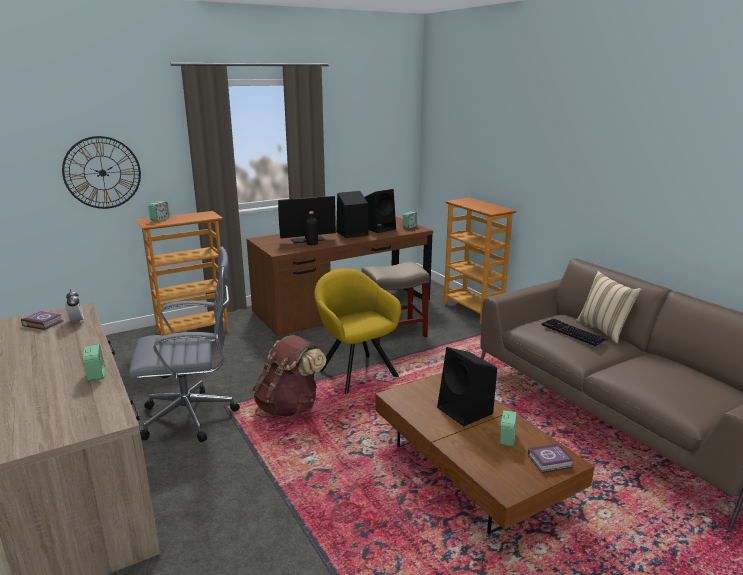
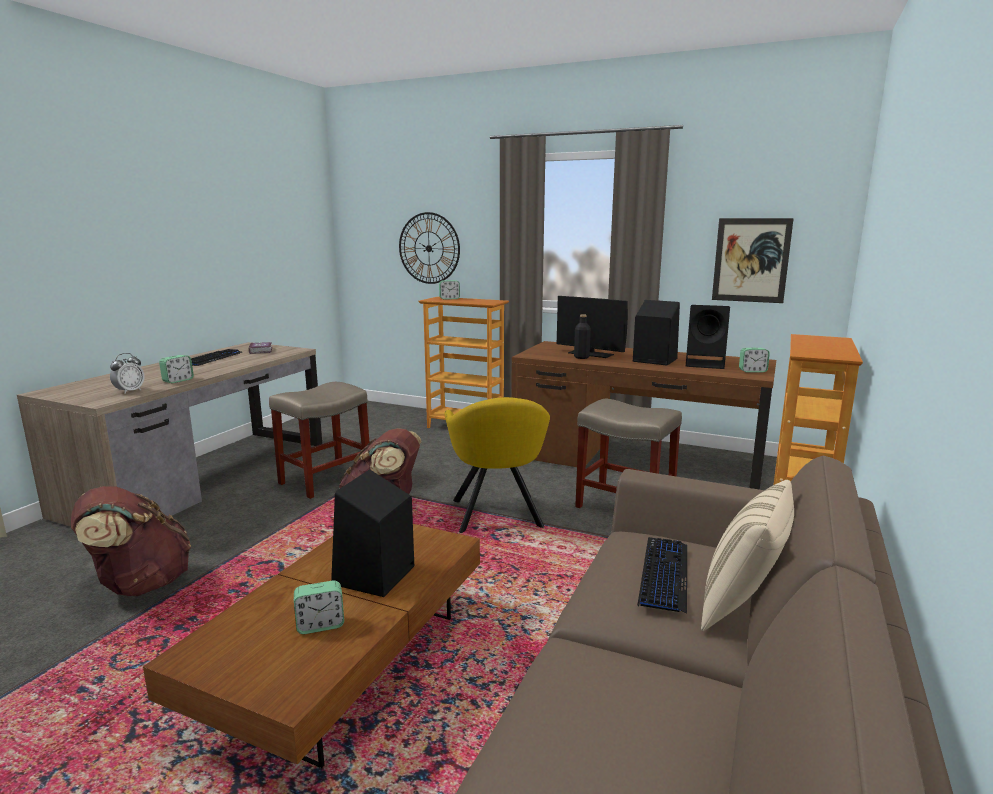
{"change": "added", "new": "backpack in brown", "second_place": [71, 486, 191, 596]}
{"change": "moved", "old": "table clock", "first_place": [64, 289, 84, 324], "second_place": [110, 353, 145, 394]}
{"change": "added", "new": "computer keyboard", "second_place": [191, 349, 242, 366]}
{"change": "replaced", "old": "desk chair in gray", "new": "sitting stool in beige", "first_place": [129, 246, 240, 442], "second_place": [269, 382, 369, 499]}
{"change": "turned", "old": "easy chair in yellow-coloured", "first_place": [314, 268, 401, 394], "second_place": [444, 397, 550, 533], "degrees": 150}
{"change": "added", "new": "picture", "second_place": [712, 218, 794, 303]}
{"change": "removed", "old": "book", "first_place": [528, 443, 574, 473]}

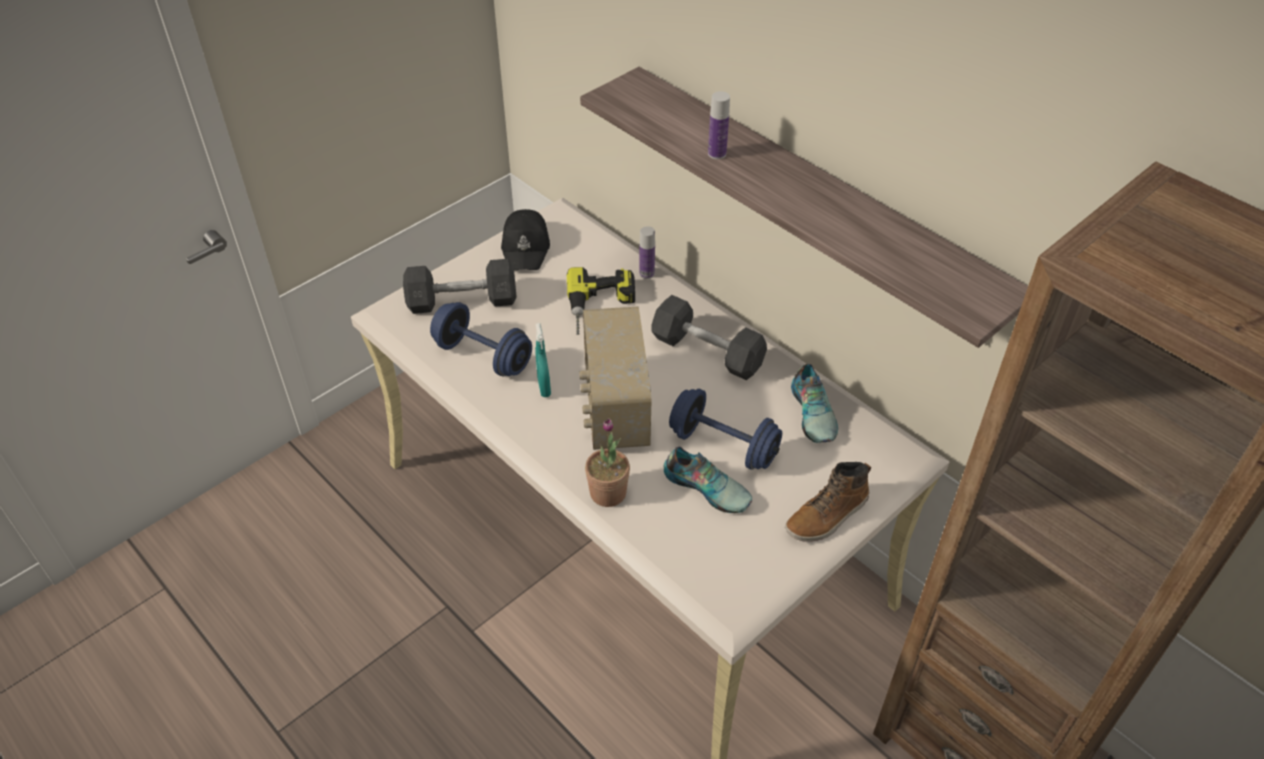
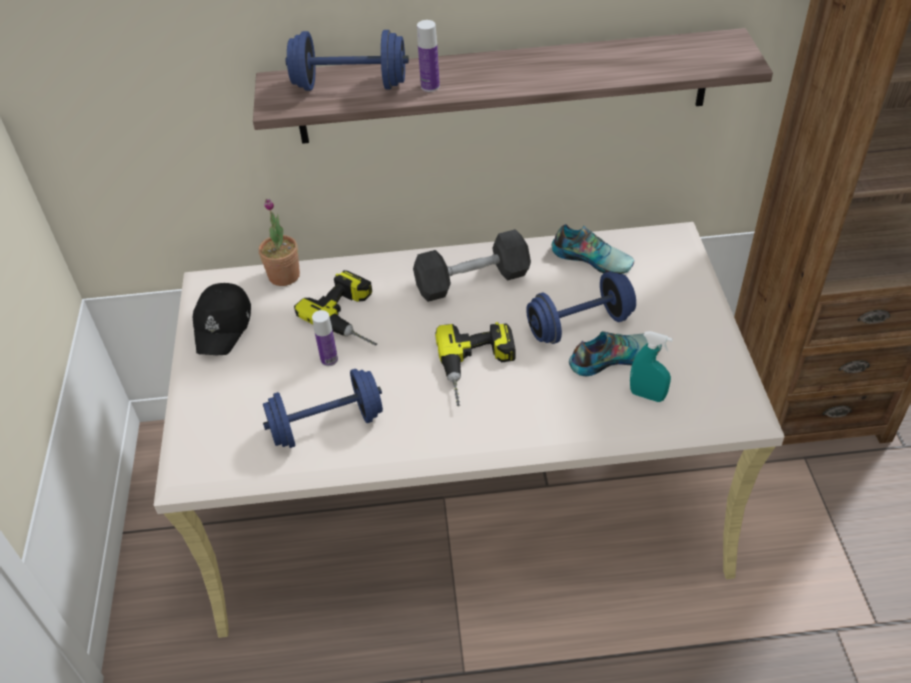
{"change": "turned", "old": "baseball cap in blackish", "first_place": [501, 209, 550, 270], "second_place": [193, 283, 251, 355], "degrees": 60}
{"change": "moved", "old": "potted plant", "first_place": [585, 418, 630, 507], "second_place": [259, 199, 300, 286]}
{"change": "added", "new": "free weight in blue-coloured", "second_place": [285, 30, 409, 91]}
{"change": "moved", "old": "beverage bottle", "first_place": [639, 226, 655, 279], "second_place": [312, 310, 338, 366]}
{"change": "replaced", "old": "radio", "new": "electric drill", "first_place": [579, 307, 651, 450], "second_place": [435, 322, 516, 406]}
{"change": "moved", "old": "spray bottle in turquoise-coloured", "first_place": [535, 323, 551, 397], "second_place": [630, 331, 673, 402]}
{"change": "removed", "old": "free weight in gray", "first_place": [403, 259, 517, 314]}
{"change": "removed", "old": "boot", "first_place": [785, 462, 871, 542]}

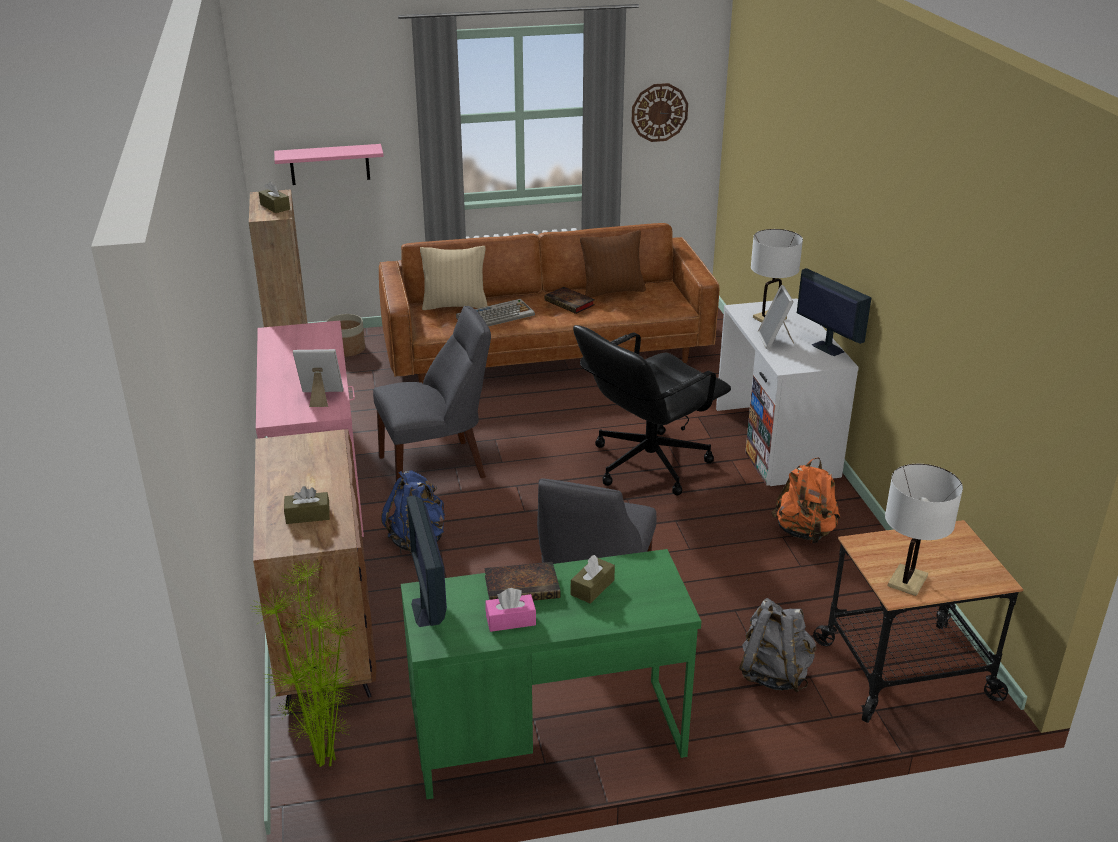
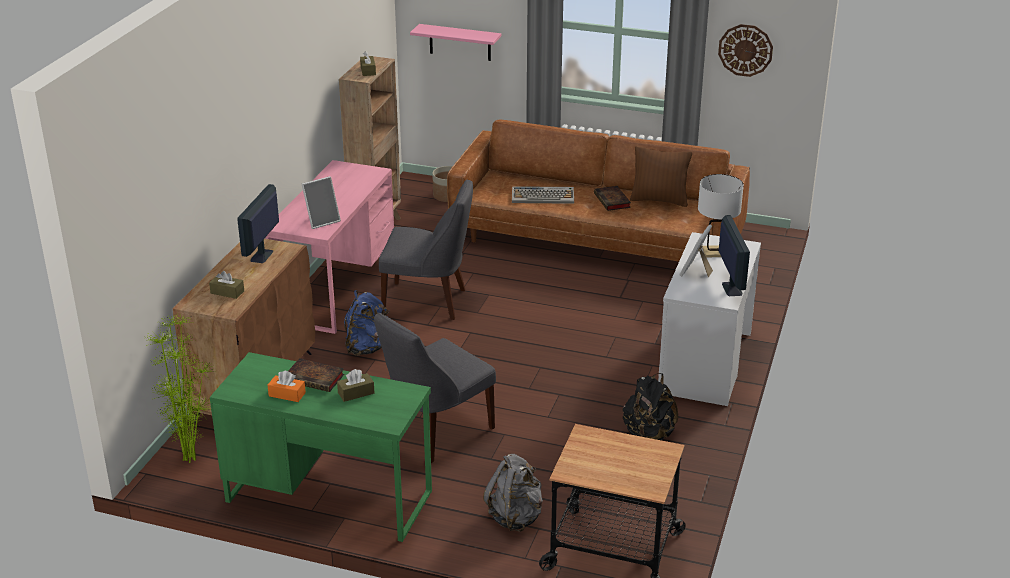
{"change": "moved", "old": "monitor", "first_place": [407, 496, 447, 627], "second_place": [237, 184, 279, 263]}
{"change": "recoloured", "old": "tissue holder in pink-coloured", "new": "tissue holder in orange-coloured", "first_place": [485, 588, 536, 632], "second_place": [268, 371, 306, 402]}
{"change": "turned", "old": "standing frame", "first_place": [293, 349, 344, 407], "second_place": [302, 176, 341, 229], "degrees": 120}
{"change": "recoloured", "old": "backpack in orange-coloured", "new": "backpack in blackish", "first_place": [772, 458, 840, 543], "second_place": [622, 373, 678, 440]}
{"change": "removed", "old": "pillow in beige", "first_place": [420, 246, 488, 310]}
{"change": "removed", "old": "desk chair in blackish", "first_place": [573, 325, 731, 496]}
{"change": "removed", "old": "lamp for a table in white", "first_place": [885, 464, 963, 596]}

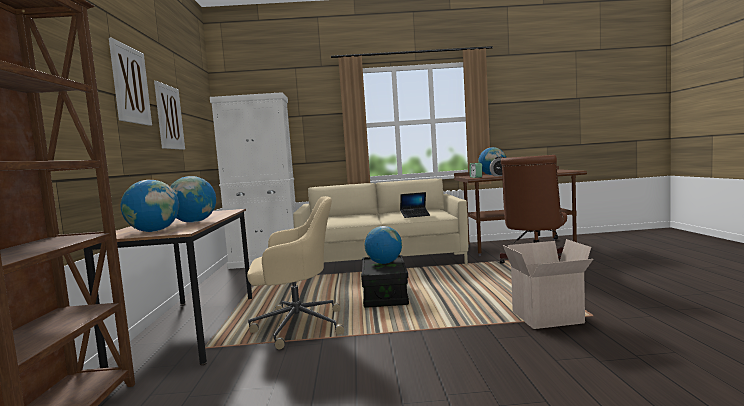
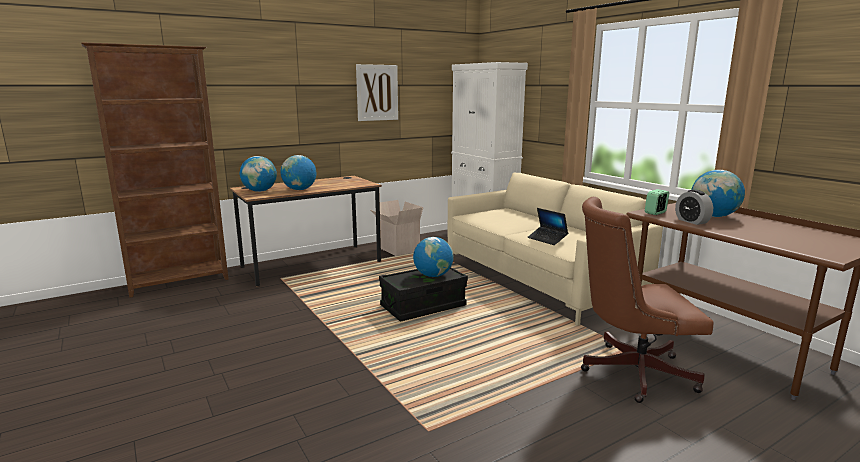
{"change": "moved", "old": "carton", "first_place": [503, 239, 593, 329], "second_place": [371, 200, 424, 256]}
{"change": "removed", "old": "picture", "first_place": [109, 38, 152, 126]}
{"change": "removed", "old": "desk chair in beige", "first_place": [247, 196, 344, 349]}

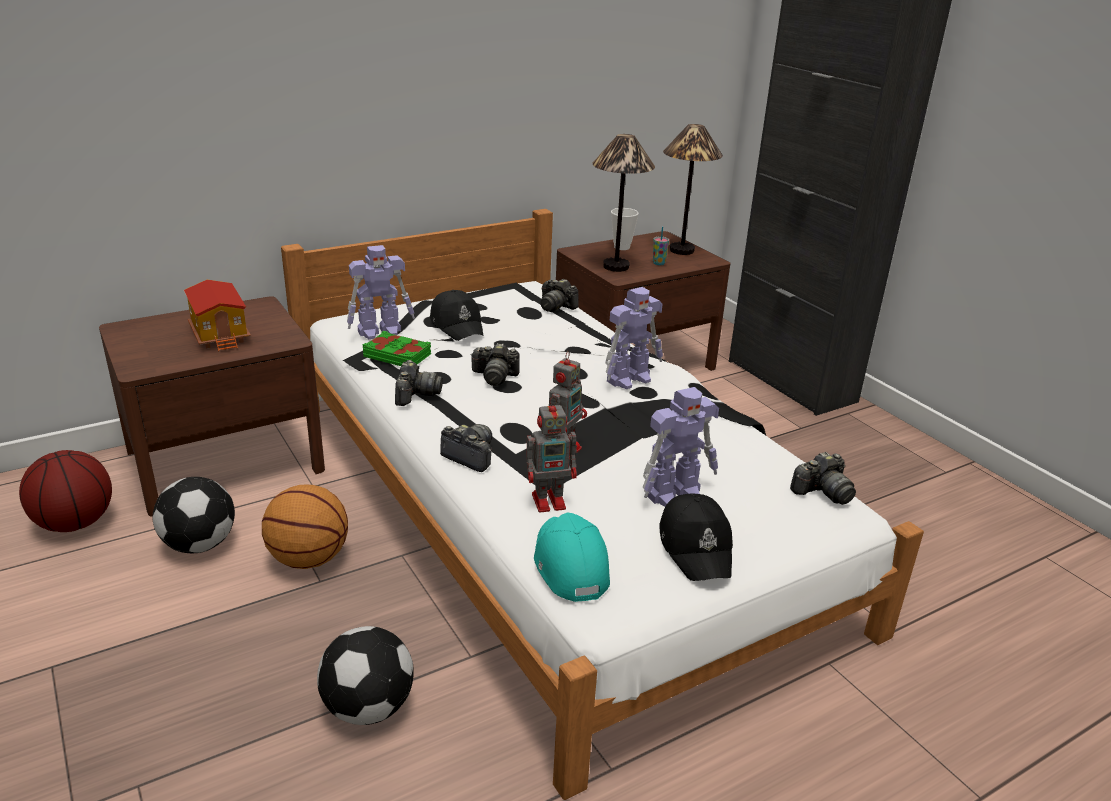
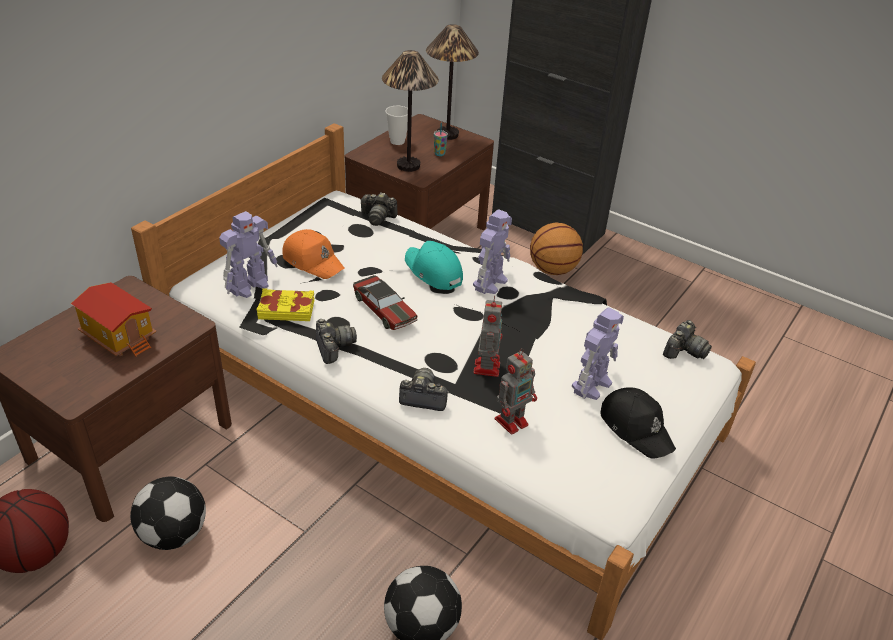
{"change": "recoloured", "old": "book in greenish", "new": "book in yellow-coloured", "first_place": [363, 331, 431, 366], "second_place": [256, 288, 314, 321]}
{"change": "recoloured", "old": "baseball cap in blackish", "new": "baseball cap in orange-coloured", "first_place": [430, 290, 484, 341], "second_place": [282, 229, 345, 279]}
{"change": "replaced", "old": "photo camera", "new": "miniature car", "first_place": [470, 343, 520, 386], "second_place": [353, 275, 418, 330]}
{"change": "moved", "old": "baseball cap in turquoise-coloured", "first_place": [534, 513, 610, 602], "second_place": [405, 241, 463, 290]}
{"change": "moved", "old": "basketball", "first_place": [262, 485, 348, 569], "second_place": [530, 222, 583, 275]}

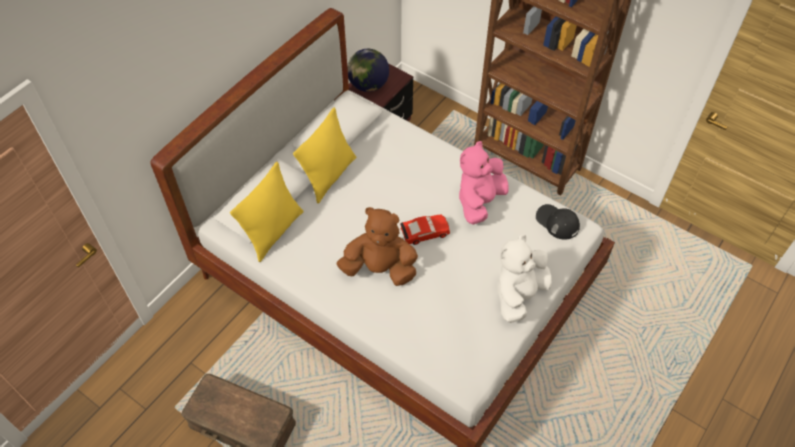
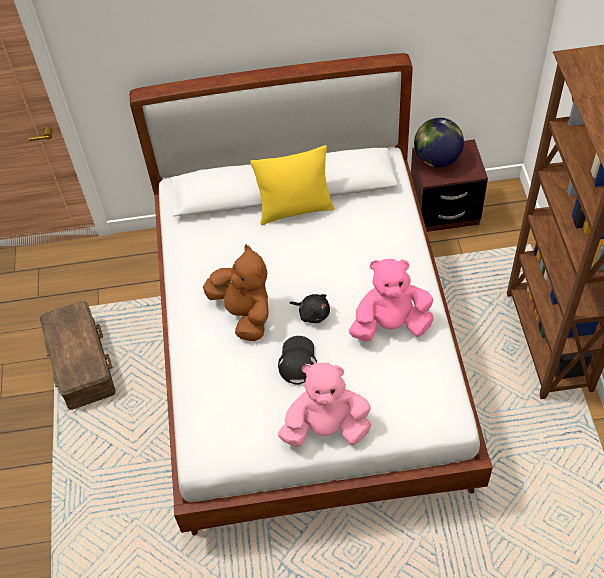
{"change": "moved", "old": "baseball cap in blackish", "first_place": [536, 204, 580, 240], "second_place": [278, 336, 317, 385]}
{"change": "recoloured", "old": "plush toy in white", "new": "plush toy in pink-coloured", "first_place": [497, 235, 552, 323], "second_place": [278, 363, 371, 447]}
{"change": "replaced", "old": "miniature car in reddish", "new": "plush toy in blackish", "first_place": [400, 214, 450, 245], "second_place": [289, 294, 330, 323]}
{"change": "removed", "old": "pillow in yellow-coloured", "first_place": [230, 162, 304, 262]}

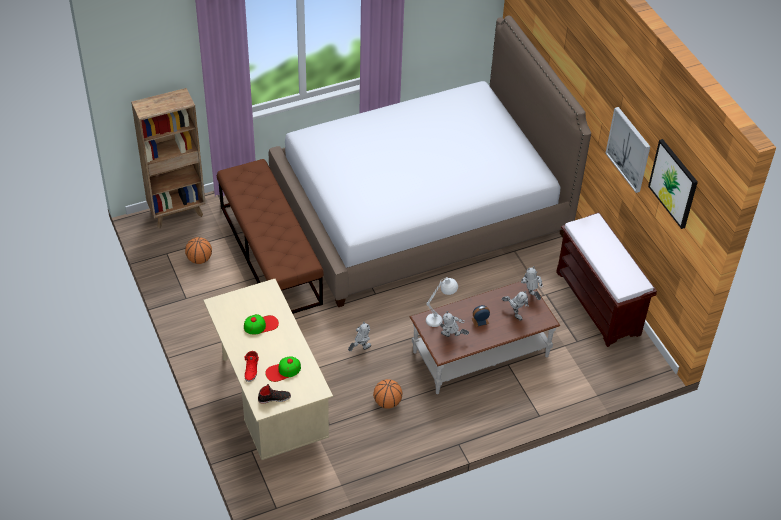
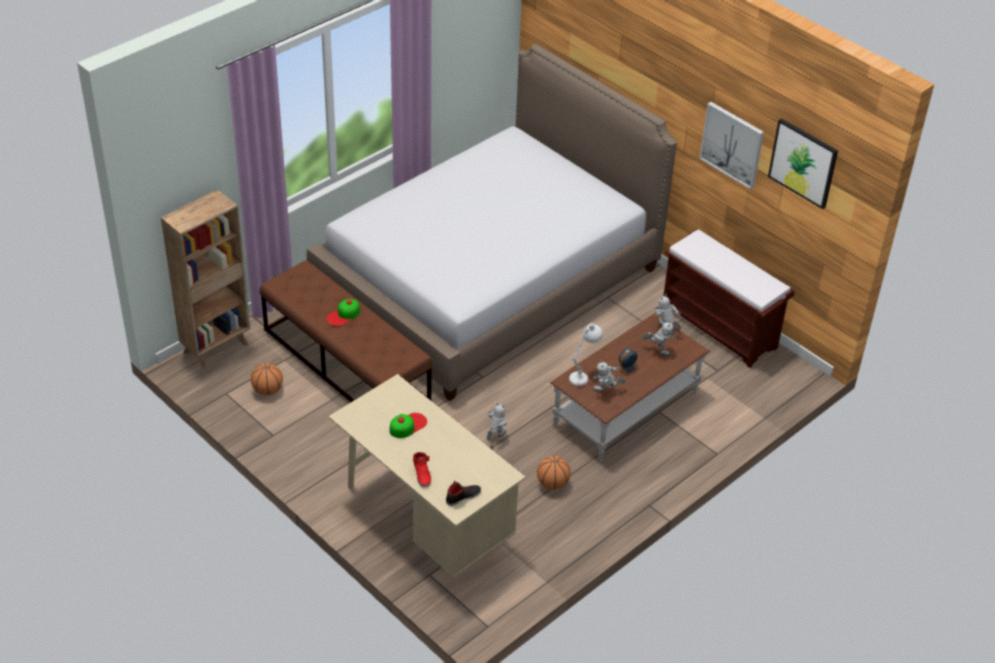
{"change": "moved", "old": "baseball cap", "first_place": [265, 356, 301, 382], "second_place": [327, 299, 360, 326]}

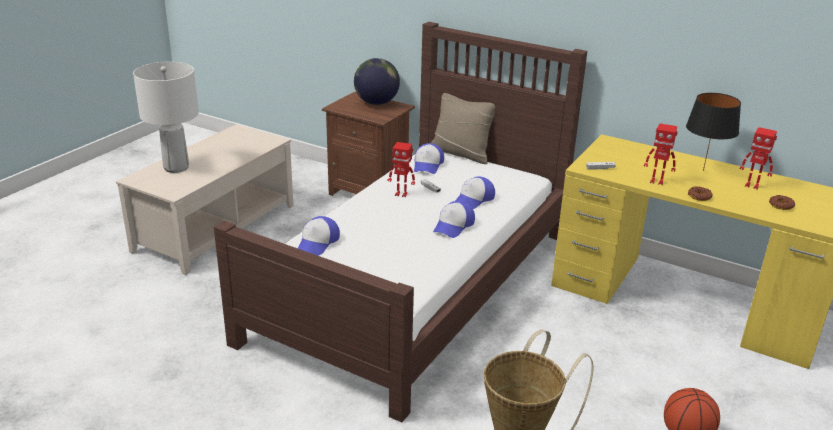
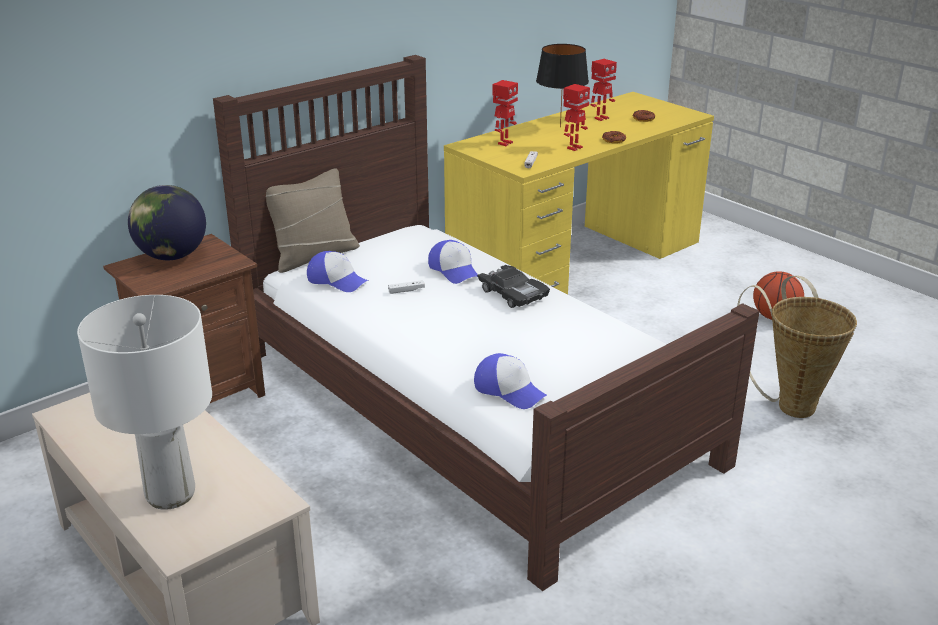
{"change": "replaced", "old": "baseball cap", "new": "miniature car in blackish", "first_place": [433, 201, 475, 238], "second_place": [477, 265, 550, 308]}
{"change": "moved", "old": "toy robot", "first_place": [388, 142, 415, 197], "second_place": [492, 80, 518, 146]}

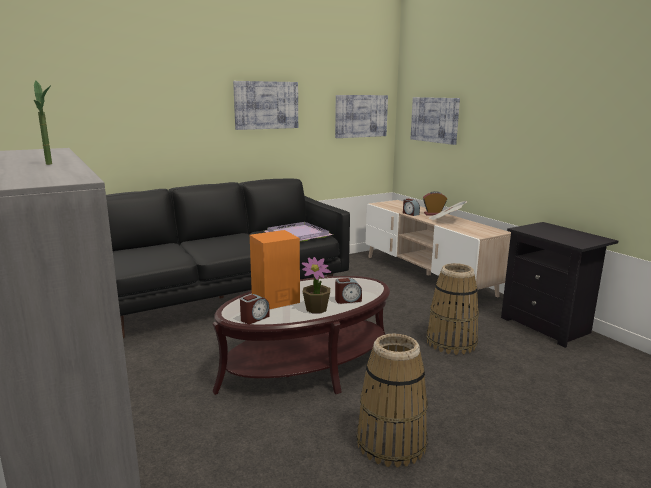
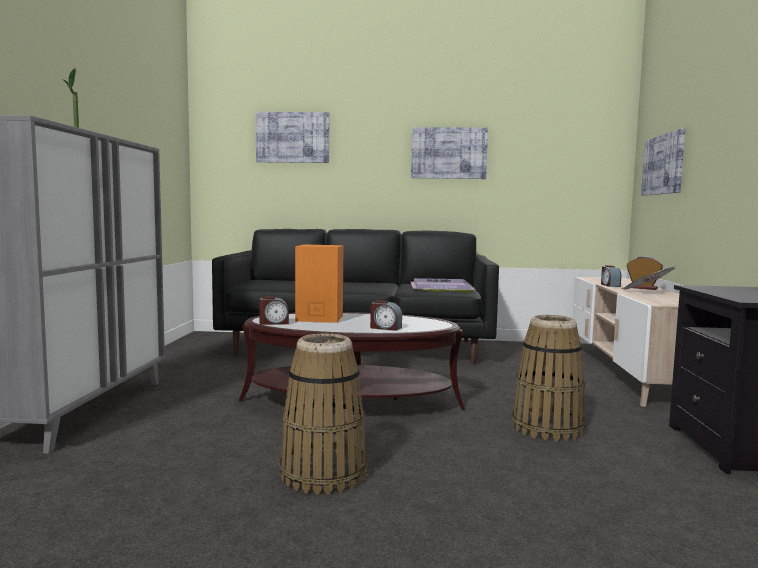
{"change": "moved", "old": "picture", "first_place": [335, 95, 388, 138], "second_place": [256, 112, 329, 163]}
{"change": "removed", "old": "potted plant", "first_place": [302, 257, 331, 314]}

